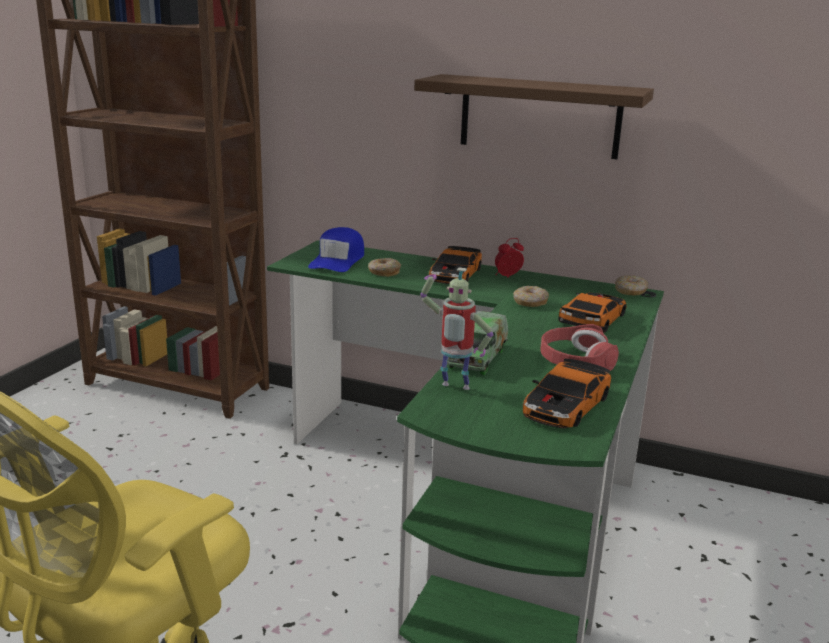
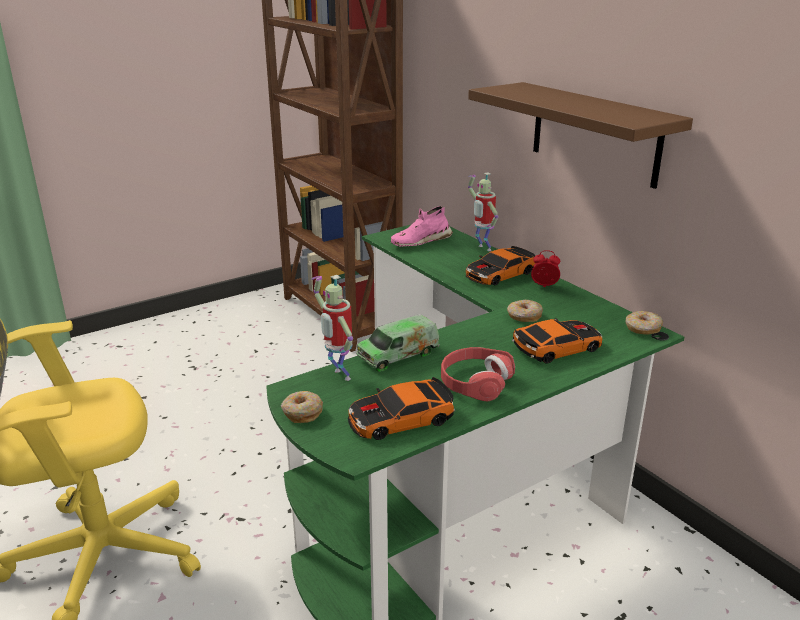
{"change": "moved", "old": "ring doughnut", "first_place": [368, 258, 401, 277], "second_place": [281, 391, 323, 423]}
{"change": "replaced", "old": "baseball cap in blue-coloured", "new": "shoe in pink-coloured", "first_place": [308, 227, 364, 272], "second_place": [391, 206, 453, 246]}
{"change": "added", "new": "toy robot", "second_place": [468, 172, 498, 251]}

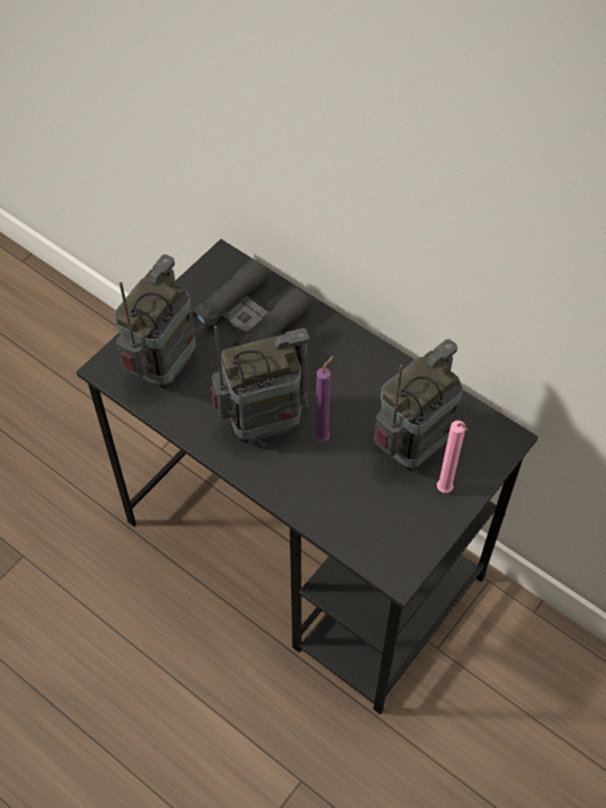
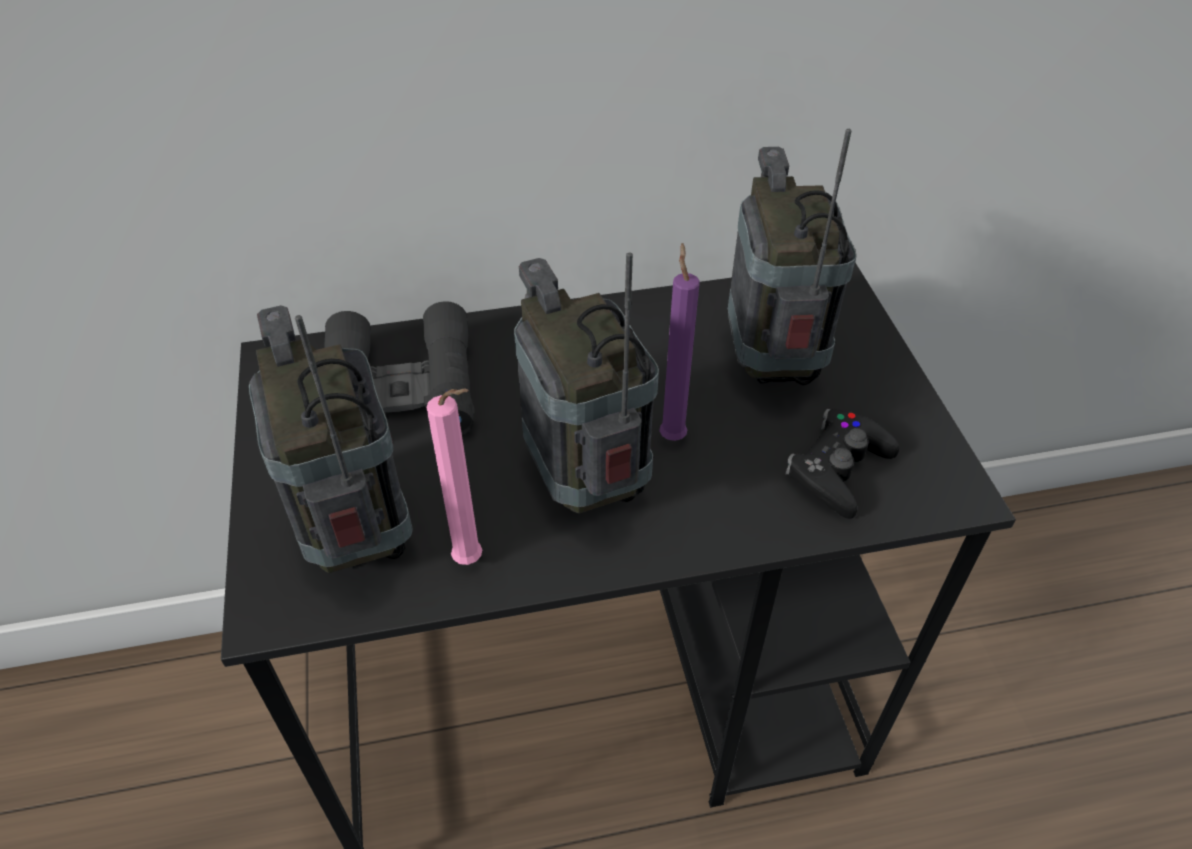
{"change": "moved", "old": "wax candle in pink-coloured", "first_place": [437, 420, 468, 493], "second_place": [426, 388, 482, 565]}
{"change": "turned", "old": "radio", "first_place": [210, 326, 309, 443], "second_place": [514, 252, 659, 514], "degrees": -45}
{"change": "added", "new": "game controller in blackish", "second_place": [785, 409, 900, 519]}

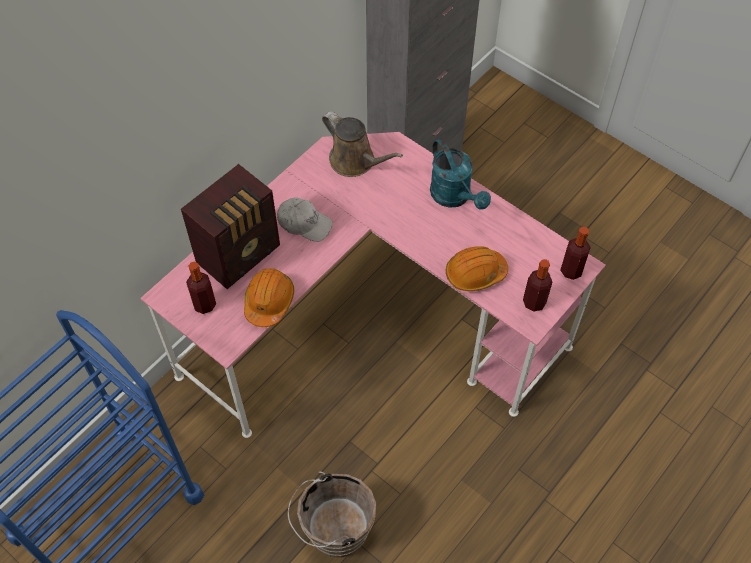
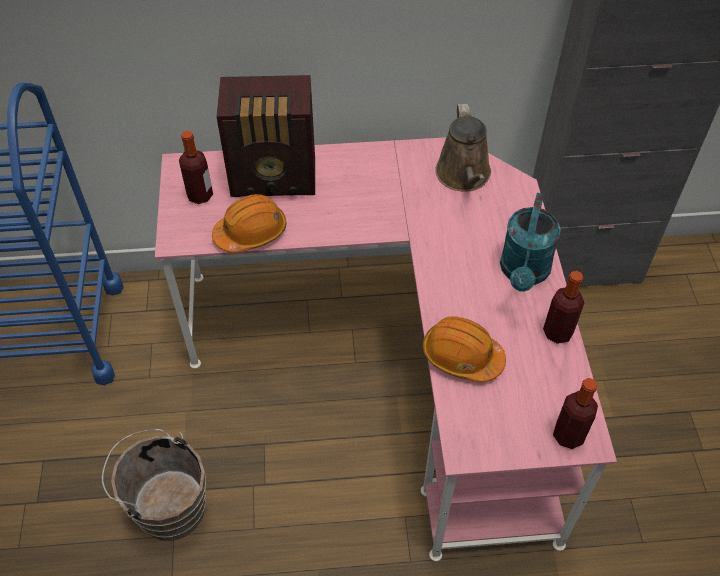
{"change": "moved", "old": "beverage bottle", "first_place": [523, 259, 552, 312], "second_place": [543, 271, 584, 344]}
{"change": "removed", "old": "baseball cap in white", "first_place": [277, 197, 333, 242]}

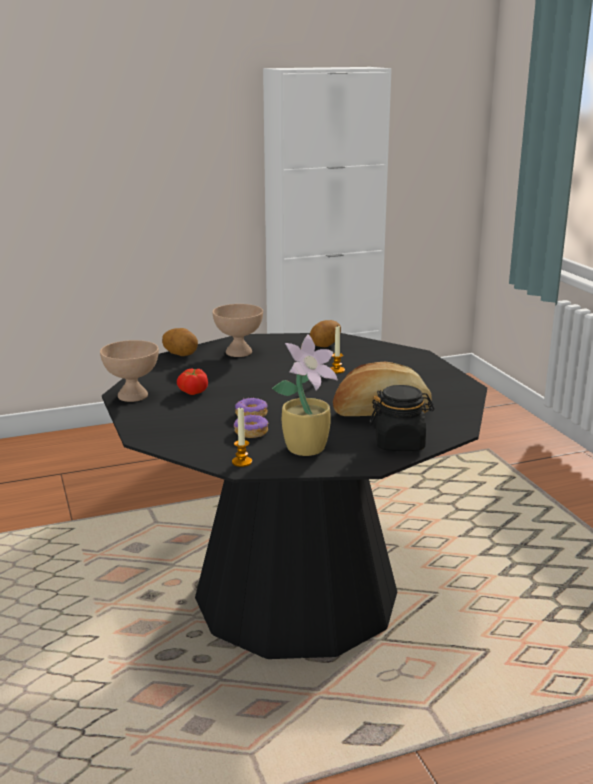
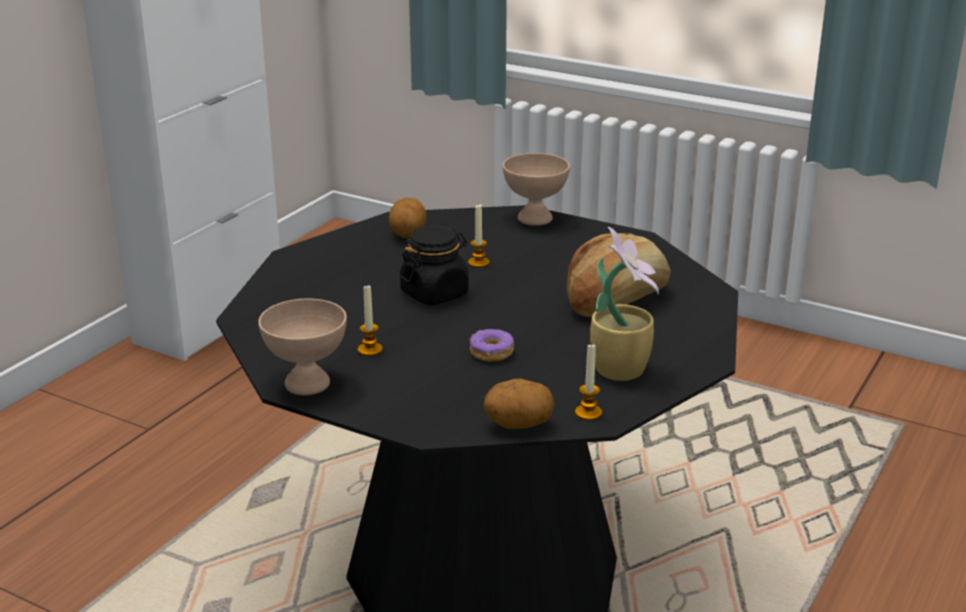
{"change": "replaced", "old": "fresh tomato", "new": "wax candle", "first_place": [177, 368, 208, 395], "second_place": [358, 286, 383, 356]}
{"change": "moved", "old": "jar in blackish", "first_place": [370, 385, 434, 451], "second_place": [400, 225, 469, 305]}
{"change": "moved", "old": "whole potato", "first_place": [162, 328, 198, 356], "second_place": [484, 378, 554, 429]}
{"change": "moved", "old": "bowl in beige", "first_place": [212, 304, 263, 357], "second_place": [503, 153, 570, 226]}
{"change": "removed", "old": "ring doughnut", "first_place": [233, 414, 268, 438]}

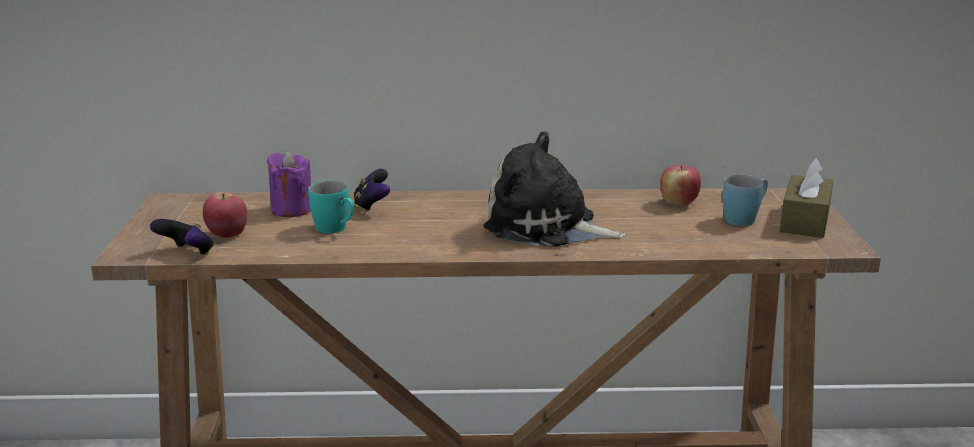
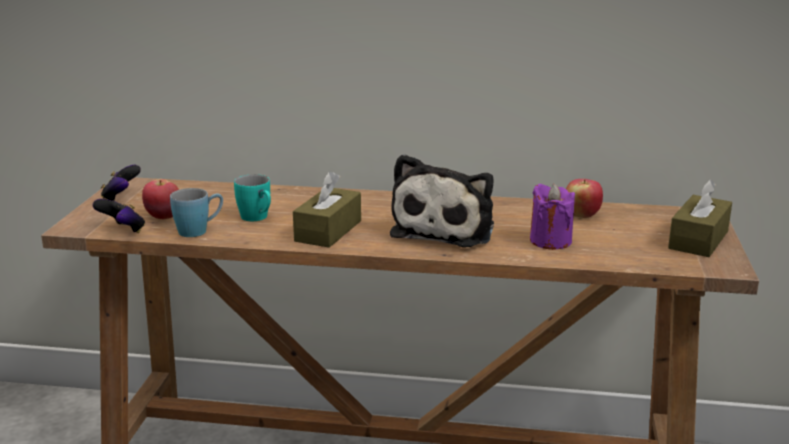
{"change": "moved", "old": "game controller", "first_place": [354, 169, 390, 213], "second_place": [101, 165, 141, 201]}
{"change": "moved", "old": "tea mug in blue-coloured", "first_place": [723, 175, 768, 226], "second_place": [170, 188, 223, 237]}
{"change": "added", "new": "tissue holder in brown", "second_place": [293, 172, 361, 248]}
{"change": "turned", "old": "plush toy", "first_place": [483, 131, 625, 247], "second_place": [390, 154, 494, 247], "degrees": -105}
{"change": "moved", "old": "wax candle in purple-coloured", "first_place": [267, 152, 311, 217], "second_place": [530, 184, 575, 250]}

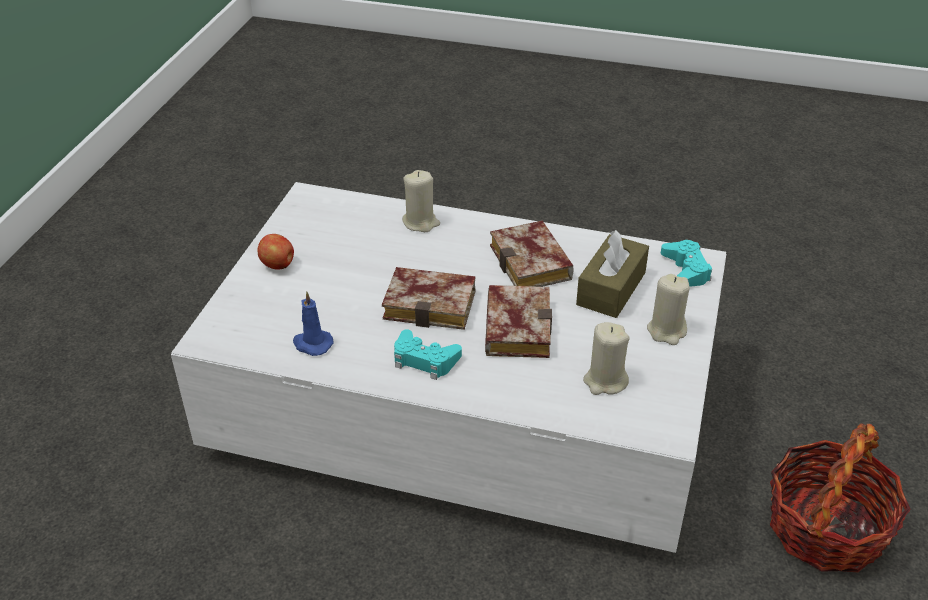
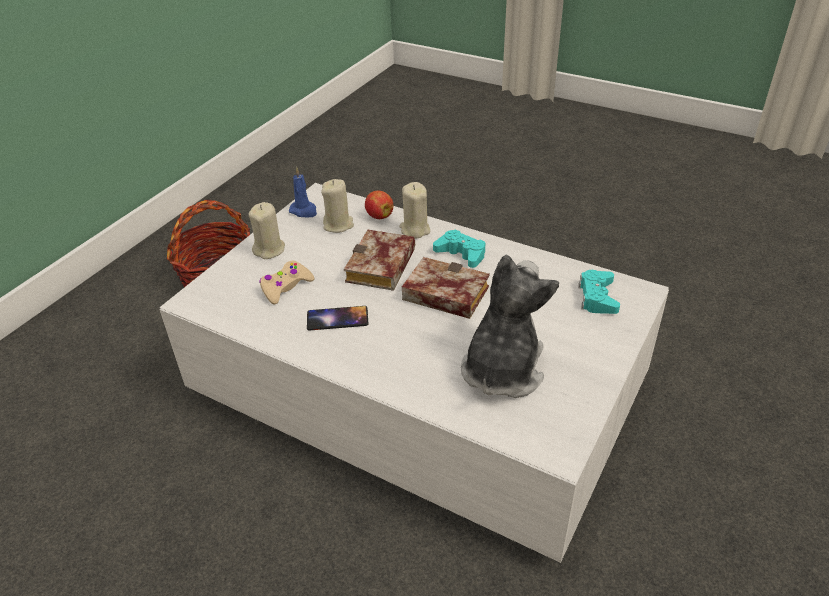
{"change": "replaced", "old": "tissue holder in brown", "new": "game controller in beige", "first_place": [576, 230, 649, 318], "second_place": [259, 261, 314, 304]}
{"change": "moved", "old": "wax candle in blue-coloured", "first_place": [293, 291, 334, 356], "second_place": [289, 167, 317, 217]}
{"change": "replaced", "old": "book", "new": "handset", "first_place": [490, 221, 573, 287], "second_place": [307, 306, 368, 331]}
{"change": "moved", "old": "whole apple", "first_place": [257, 234, 294, 270], "second_place": [365, 191, 393, 219]}
{"change": "moved", "old": "wax candle in beige", "first_place": [402, 170, 440, 232], "second_place": [399, 182, 430, 238]}
{"change": "added", "new": "plush toy", "second_place": [461, 255, 559, 398]}
{"change": "moved", "old": "game controller in turquoise-coloured", "first_place": [661, 240, 712, 287], "second_place": [578, 270, 620, 314]}

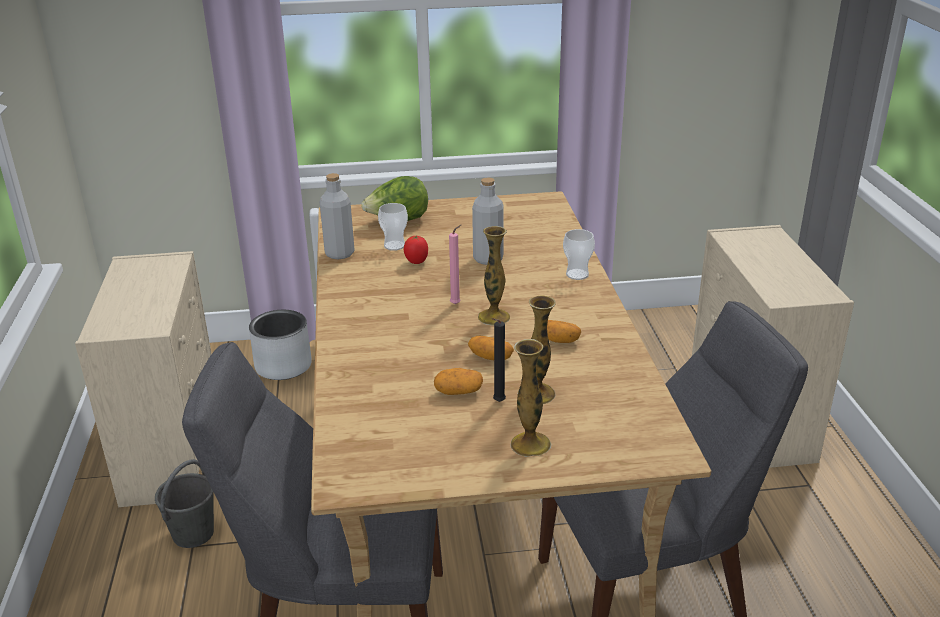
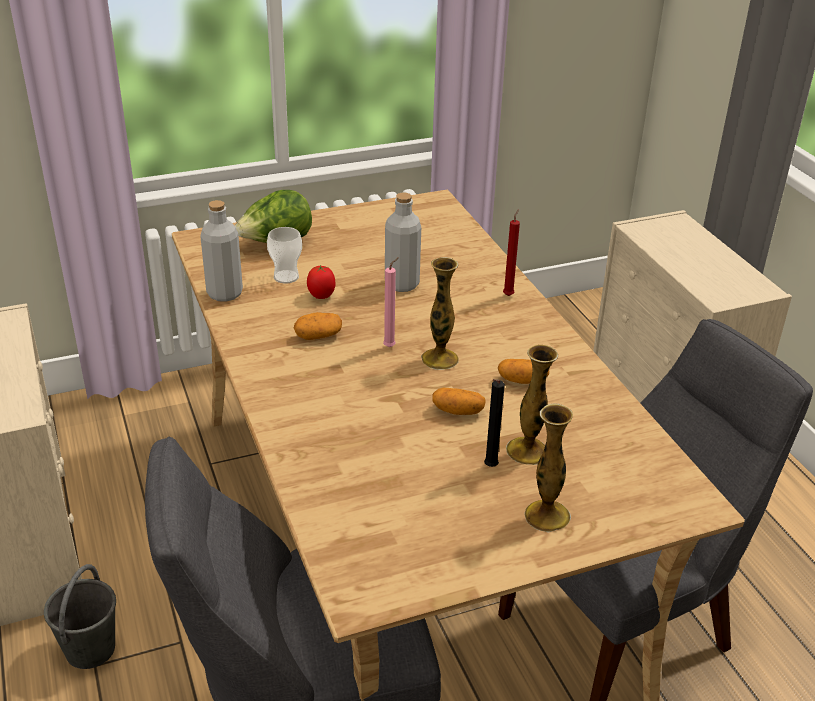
{"change": "moved", "old": "whole potato", "first_place": [434, 368, 483, 395], "second_place": [294, 312, 342, 340]}
{"change": "replaced", "old": "cup", "new": "wax candle in reddish", "first_place": [563, 229, 595, 280], "second_place": [503, 209, 520, 296]}
{"change": "removed", "old": "plant pot in gray", "first_place": [249, 310, 312, 380]}

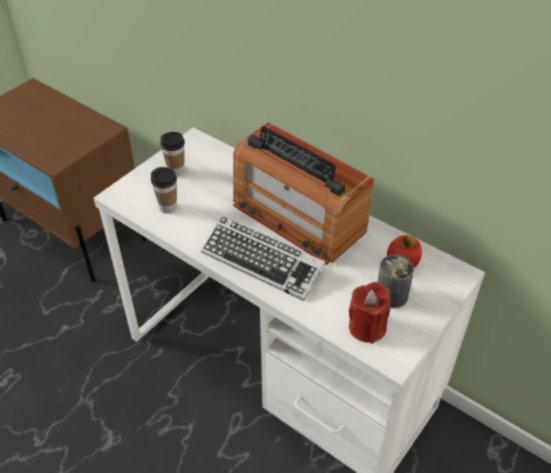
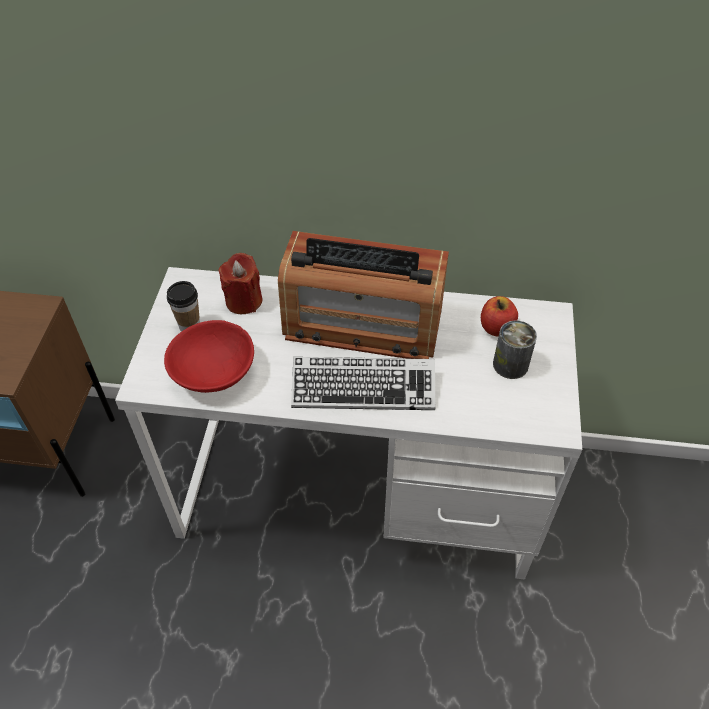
{"change": "replaced", "old": "cup", "new": "bowl in reddish", "first_place": [151, 167, 177, 214], "second_place": [164, 320, 254, 393]}
{"change": "moved", "old": "wax candle in reddish", "first_place": [349, 282, 391, 344], "second_place": [219, 253, 263, 314]}

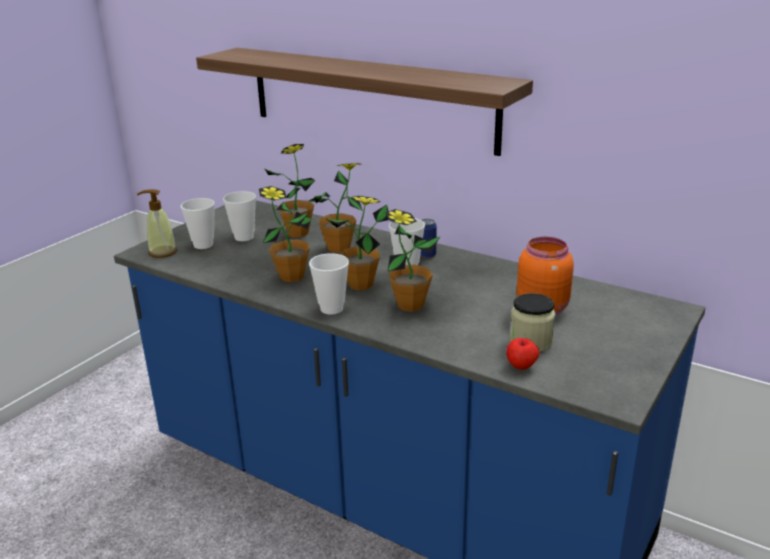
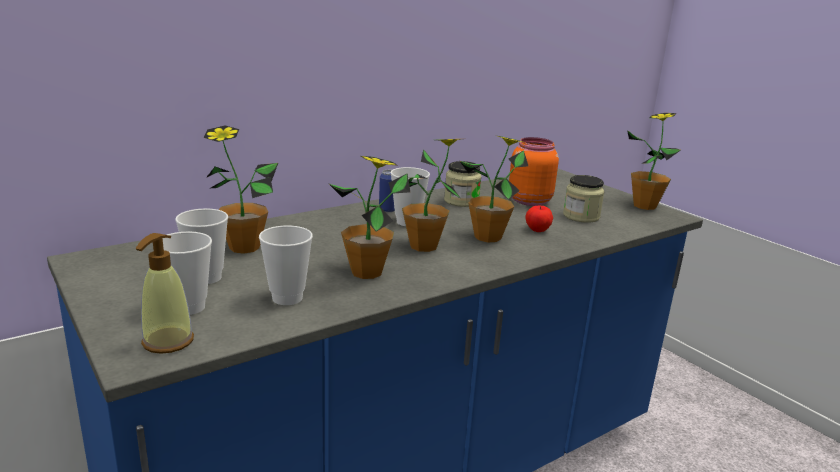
{"change": "moved", "old": "cup", "first_place": [309, 253, 349, 315], "second_place": [259, 225, 313, 305]}
{"change": "added", "new": "jar", "second_place": [444, 161, 482, 207]}
{"change": "moved", "old": "whole apple", "first_place": [506, 338, 539, 370], "second_place": [525, 206, 553, 232]}
{"change": "moved", "old": "potted plant", "first_place": [309, 163, 363, 253], "second_place": [627, 113, 681, 210]}
{"change": "removed", "old": "wall shelf", "first_place": [196, 48, 533, 156]}

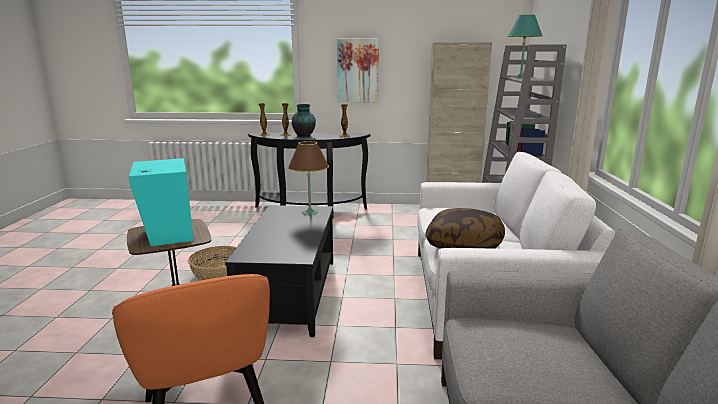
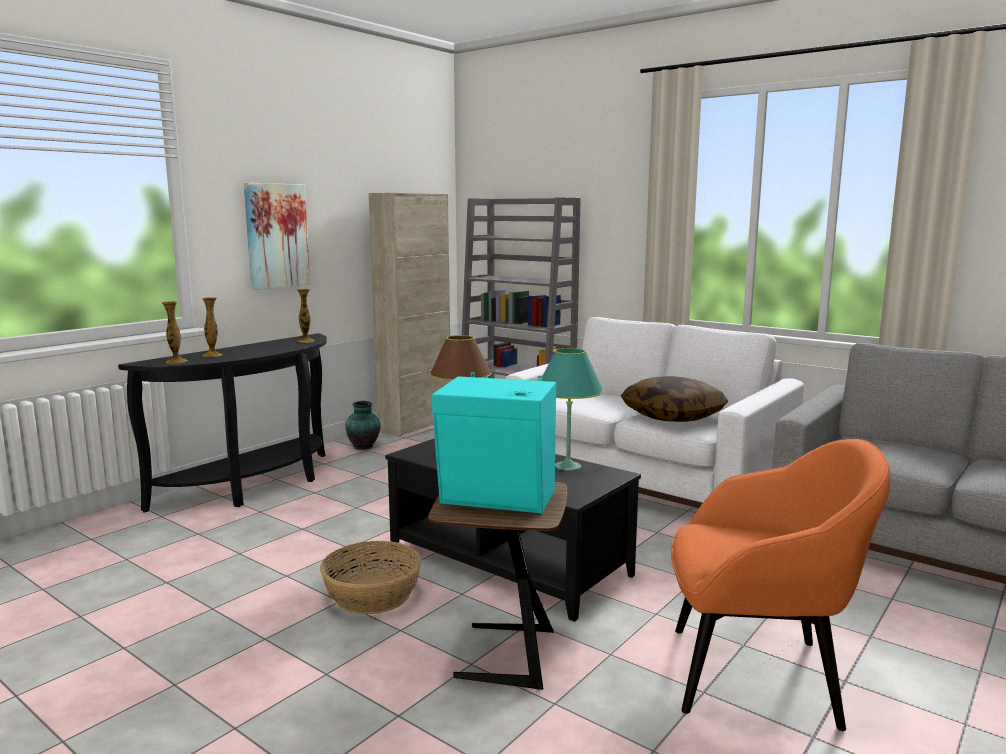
{"change": "moved", "old": "decorative vase", "first_place": [292, 104, 316, 138], "second_place": [345, 401, 380, 450]}
{"change": "moved", "old": "lamp for a table in turquoise-coloured", "first_place": [507, 15, 542, 78], "second_place": [542, 348, 604, 471]}

